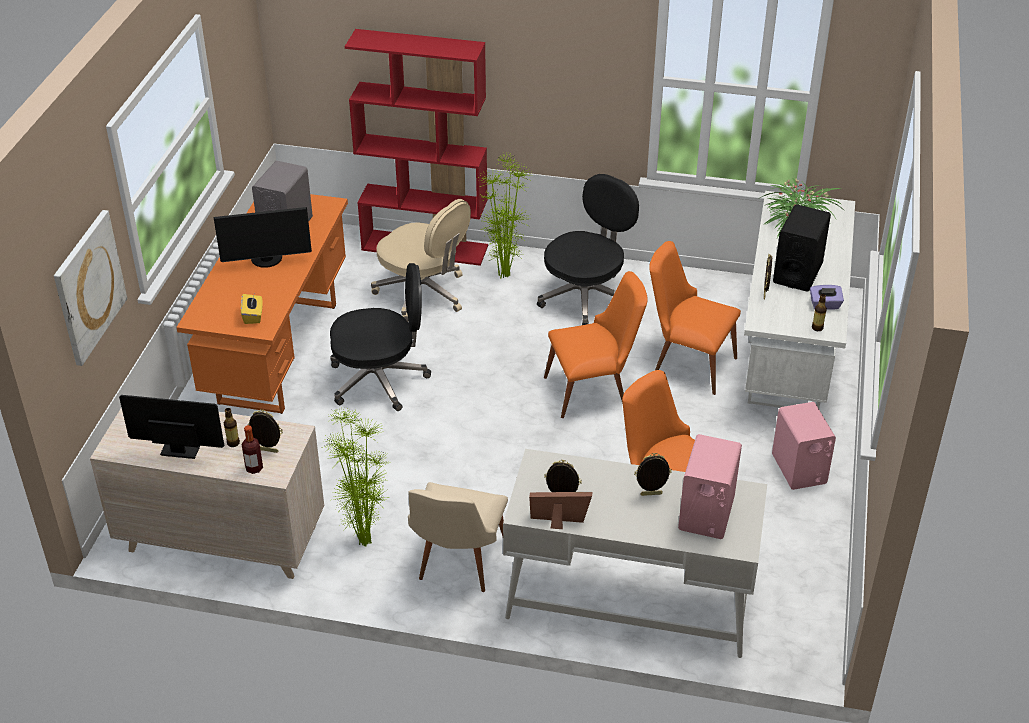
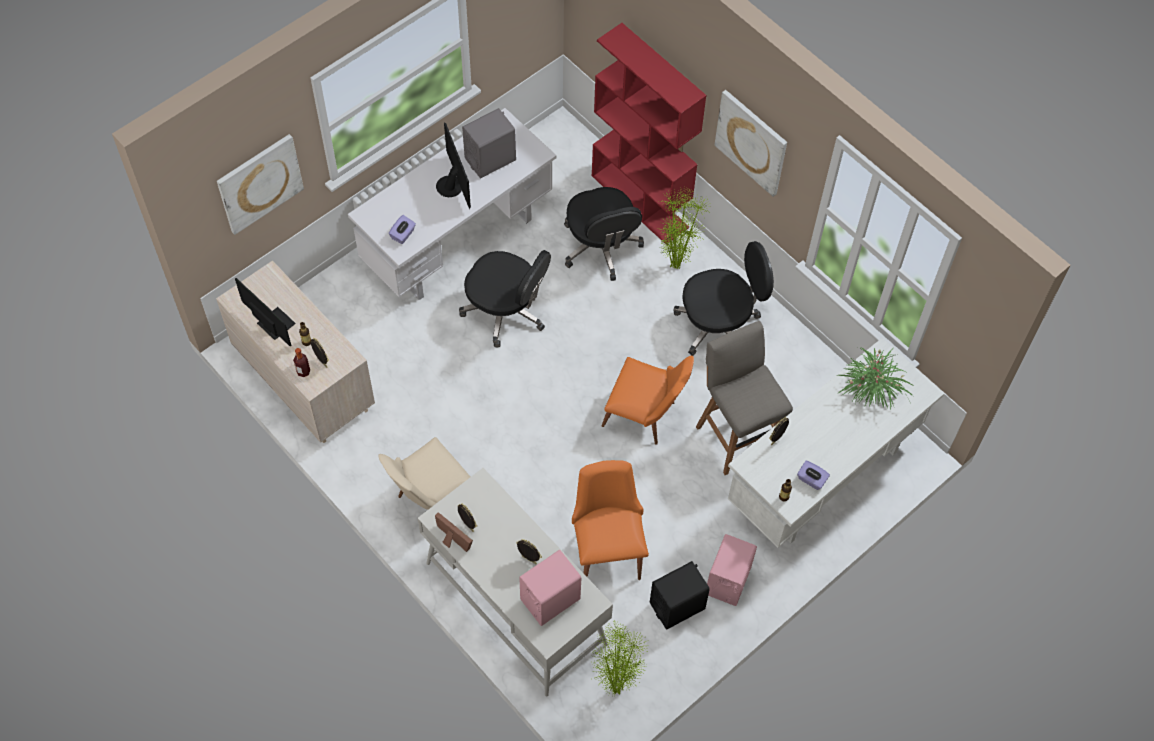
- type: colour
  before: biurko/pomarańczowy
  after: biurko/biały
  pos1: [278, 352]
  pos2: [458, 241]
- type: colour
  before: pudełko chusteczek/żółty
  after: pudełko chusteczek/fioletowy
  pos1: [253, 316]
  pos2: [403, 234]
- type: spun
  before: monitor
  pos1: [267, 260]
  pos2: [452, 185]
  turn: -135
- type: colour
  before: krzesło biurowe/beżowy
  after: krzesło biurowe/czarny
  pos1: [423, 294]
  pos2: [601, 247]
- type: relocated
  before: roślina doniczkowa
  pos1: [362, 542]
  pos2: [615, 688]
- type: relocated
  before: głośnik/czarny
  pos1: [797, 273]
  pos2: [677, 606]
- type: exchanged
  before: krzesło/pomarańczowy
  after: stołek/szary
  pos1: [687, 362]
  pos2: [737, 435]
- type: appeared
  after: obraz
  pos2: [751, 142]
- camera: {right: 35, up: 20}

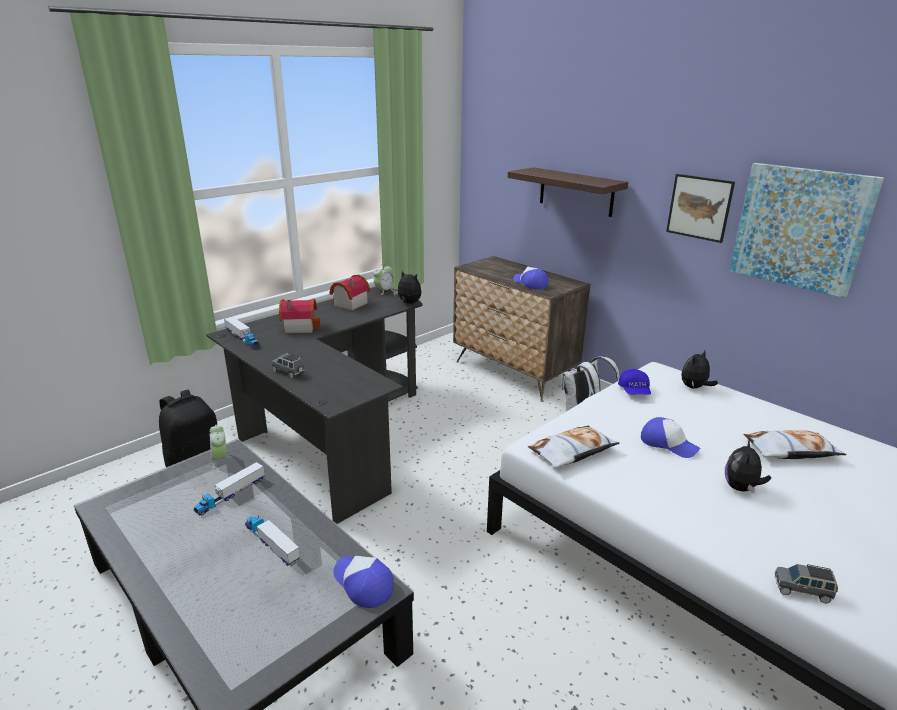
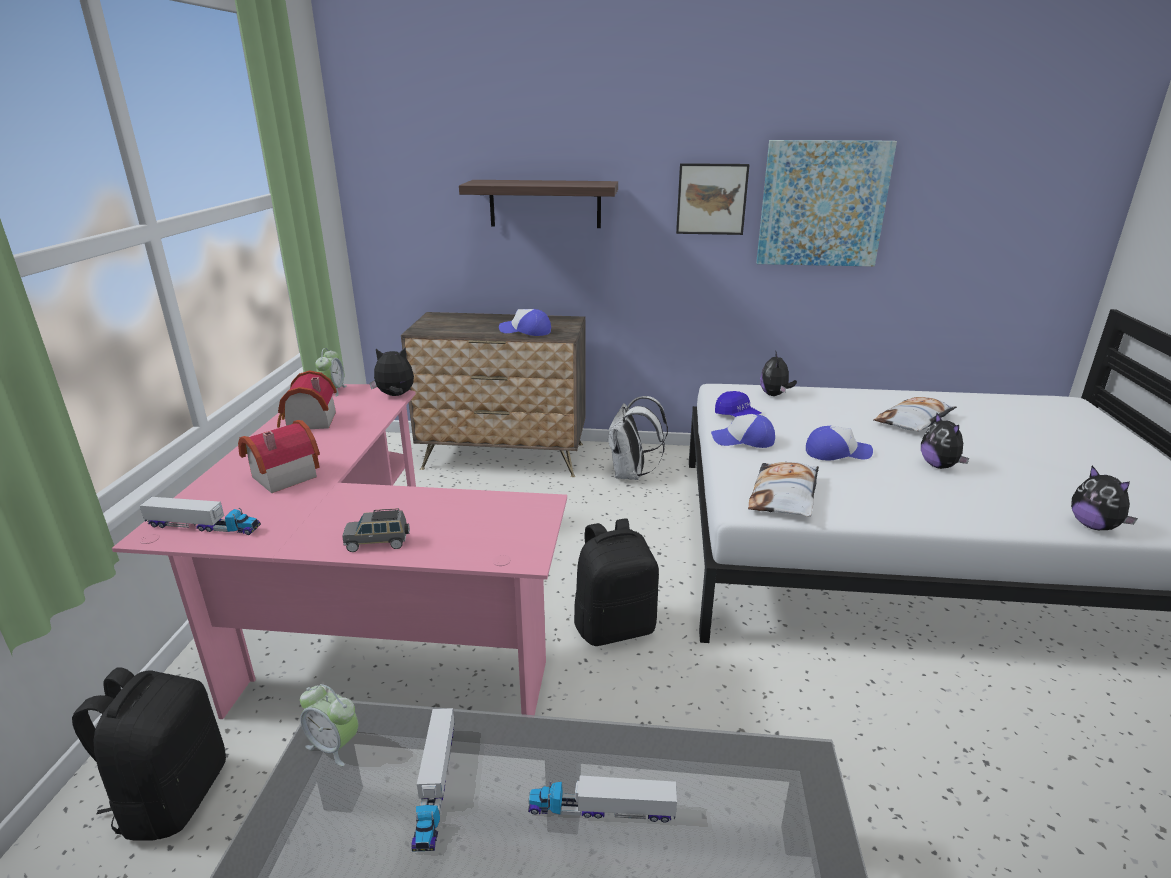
- type: colour
  before: biurko/czarny
  after: biurko/różowy
  pos1: [332, 433]
  pos2: [365, 628]
- type: appeared
  after: plecak/czarny
  pos2: [615, 626]
- type: relocated
  before: czapka z daszkiem
  pos1: [363, 583]
  pos2: [743, 440]
- type: exchanged
  before: samochodzik/szary
  after: pluszak
  pos1: [802, 591]
  pos2: [1094, 526]
- camera: {right: -40, up: 0}

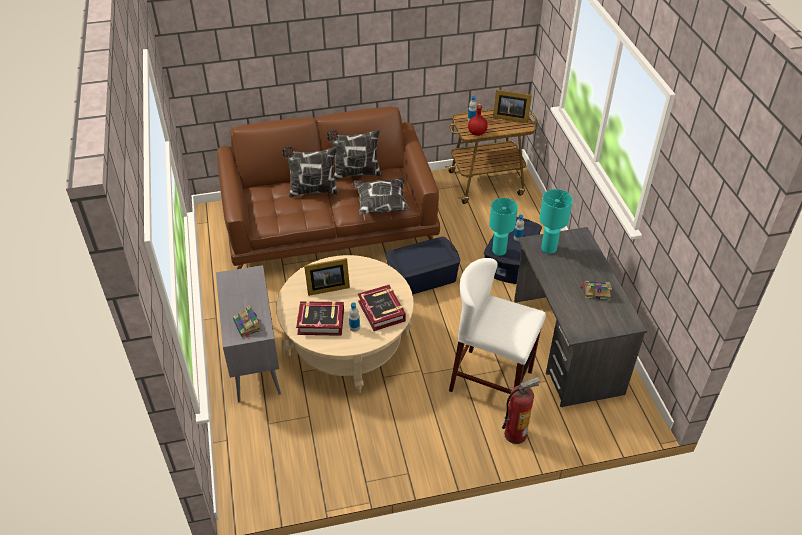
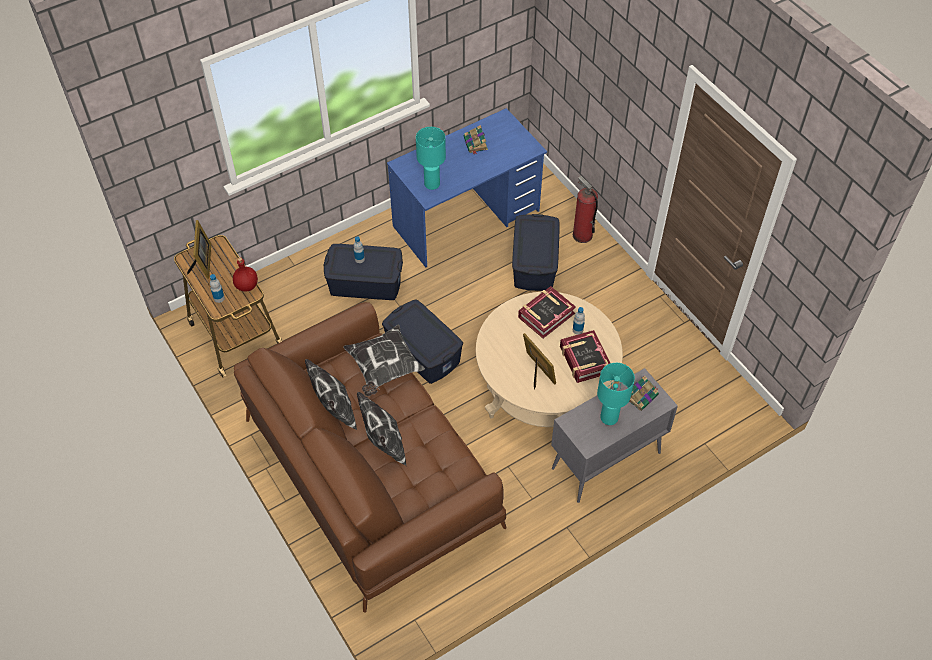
- type: colour
  before: biurko/szary
  after: biurko/niebieski
  pos1: [566, 346]
  pos2: [466, 219]
- type: exchanged
  before: stołek/biały
  after: pojemnik do przechowywania/niebieski
  pos1: [491, 381]
  pos2: [534, 263]
- type: relocated
  before: lampa stołowa/turkusowy
  pos1: [499, 251]
  pos2: [609, 418]
- camera: {right: -110, up: 10}

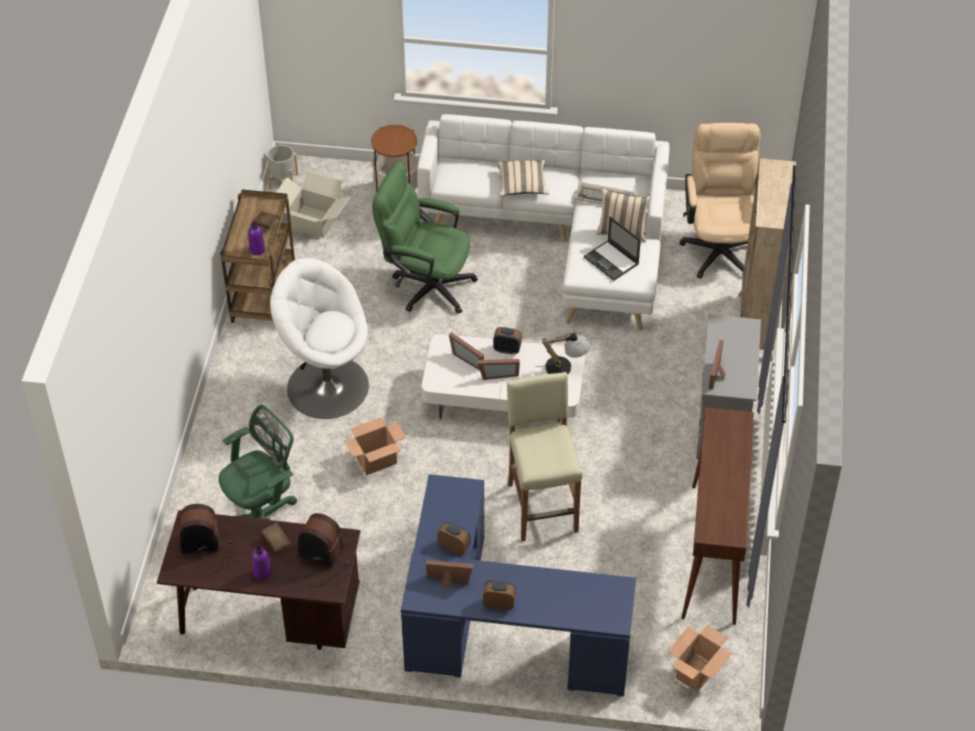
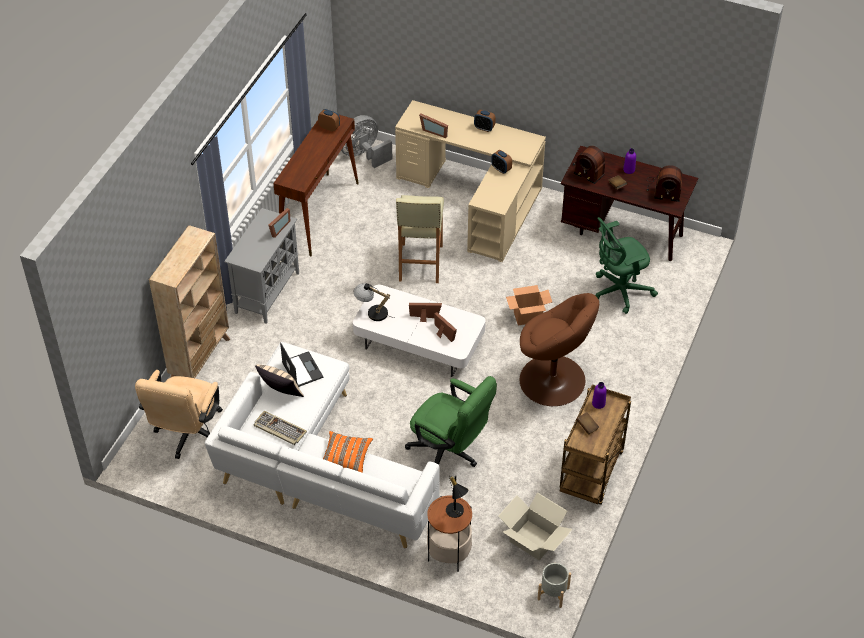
- type: relocated
  before: budzik
  pos1: [507, 350]
  pos2: [329, 127]
- type: colour
  before: poduszka/beżowy
  after: poduszka/pomarańczowy
  pos1: [522, 185]
  pos2: [346, 458]
- type: exchanged
  before: karton
  after: wentylator/szary
  pos1: [696, 672]
  pos2: [363, 155]
- type: colour
  before: biurko/niebieski
  after: biurko/beżowy
  pos1: [496, 631]
  pos2: [477, 198]
- type: relocated
  before: ramka na zdjęcie
  pos1: [449, 583]
  pos2: [434, 131]
- type: appeared
  after: lampa stołowa/czarny
  pos2: [456, 513]
- type: colour
  before: fotel/biały
  after: fotel/brązowy
  pos1: [326, 386]
  pos2: [553, 381]
- camera: {right: -165, up: 0}

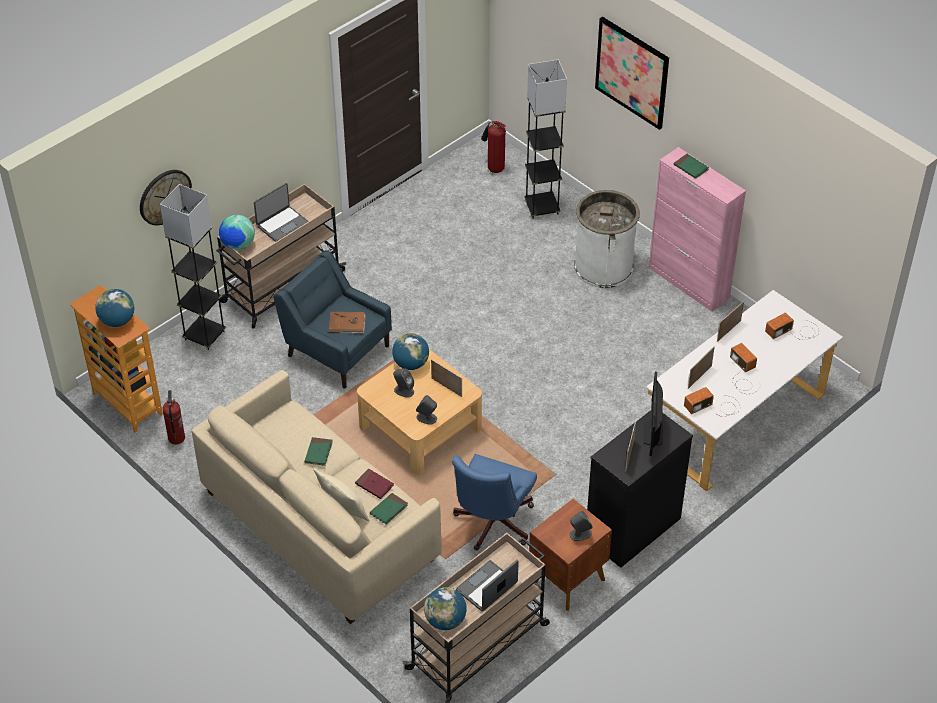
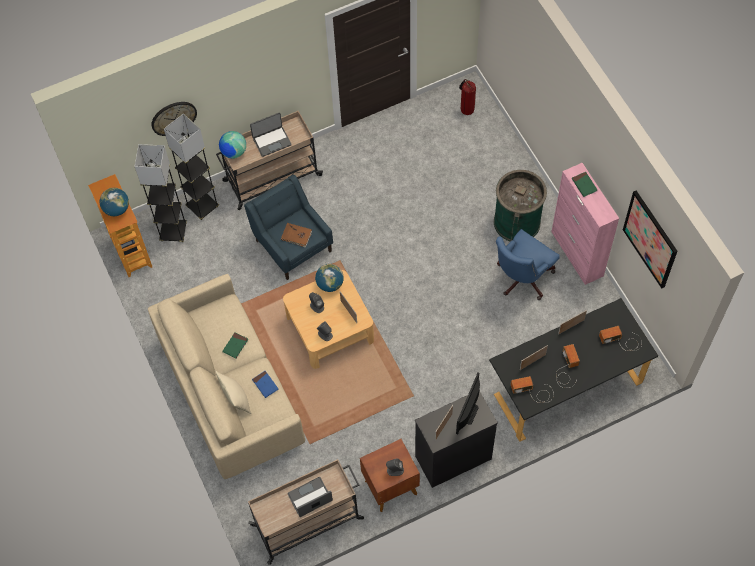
- type: relocated
  before: lampa stojąca/szary
  pos1: [542, 207]
  pos2: [173, 232]
- type: colour
  before: książka/czerwony
  after: książka/niebieski
  pos1: [374, 485]
  pos2: [265, 384]
- type: colour
  before: biurko/biały
  after: biurko/czarny
  pos1: [736, 418]
  pos2: [566, 385]
- type: colour
  before: kosz na śmieci/biały
  after: kosz na śmieci/zielony
  pos1: [603, 266]
  pos2: [517, 222]
- type: relocated
  before: krzesło biurowe/niebieski
  pos1: [491, 525]
  pos2: [521, 279]
- type: relocated
  before: obraz
  pos1: [632, 72]
  pos2: [650, 239]
- type: missing
  before: gaśnica
  pos1: [176, 438]
- type: missing
  before: książka/zielony
  pos1: [389, 510]
- type: missing
  before: globus
  pos1: [445, 620]
- camera: {right: 20, up: 15}

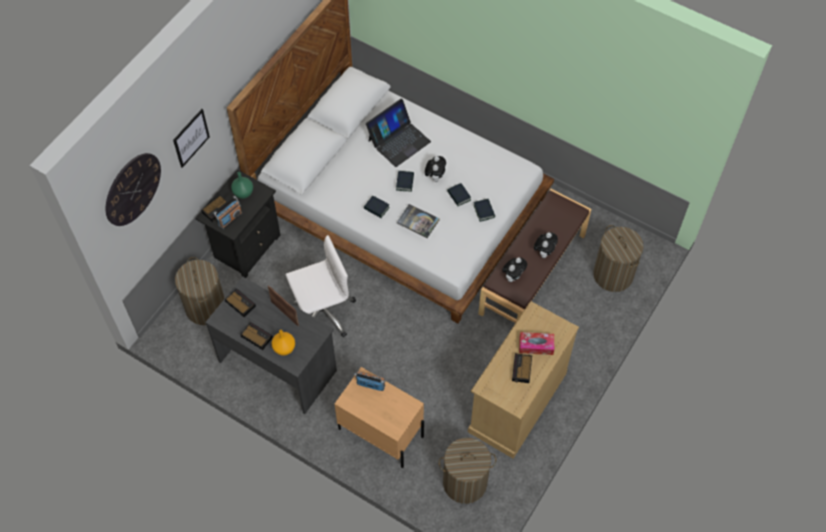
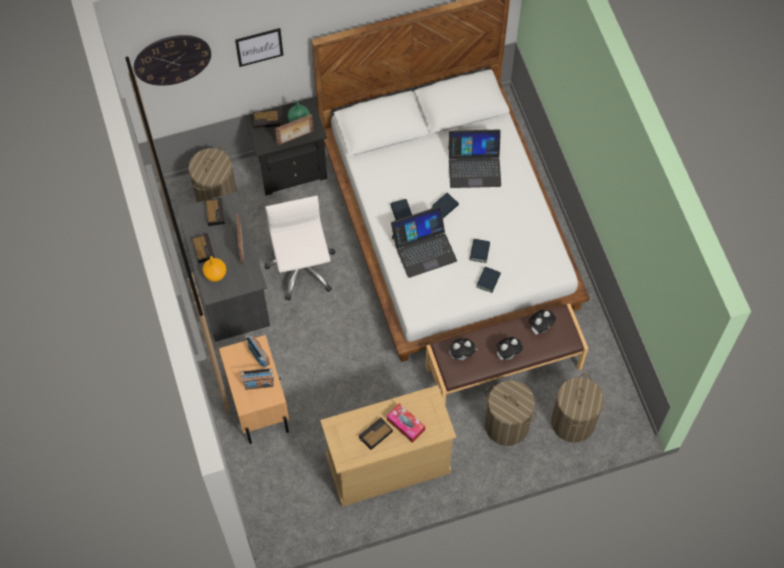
- type: relocated
  before: radio
  pos1: [230, 219]
  pos2: [259, 384]
- type: spun
  before: krzesło biurowe/biały
  pos1: [322, 312]
  pos2: [301, 269]
  turn: -120
- type: appeared
  after: ramka na zdjęcie
  pos2: [295, 138]
- type: exchanged
  before: książka
  after: laptop
  pos1: [418, 221]
  pos2: [424, 248]
- type: relocated
  before: kosz na pranie
  pos1: [464, 482]
  pos2: [506, 425]
- type: relocated
  before: pluszak
  pos1: [435, 177]
  pos2: [540, 328]
- camera: {right: 40, up: 5}

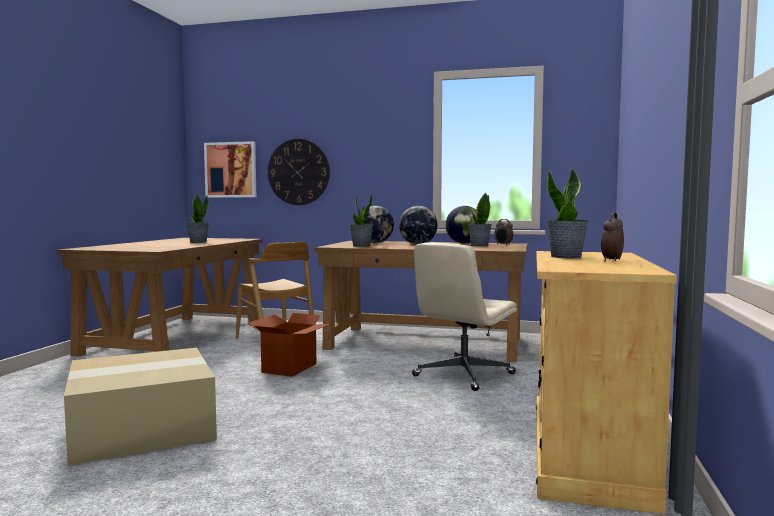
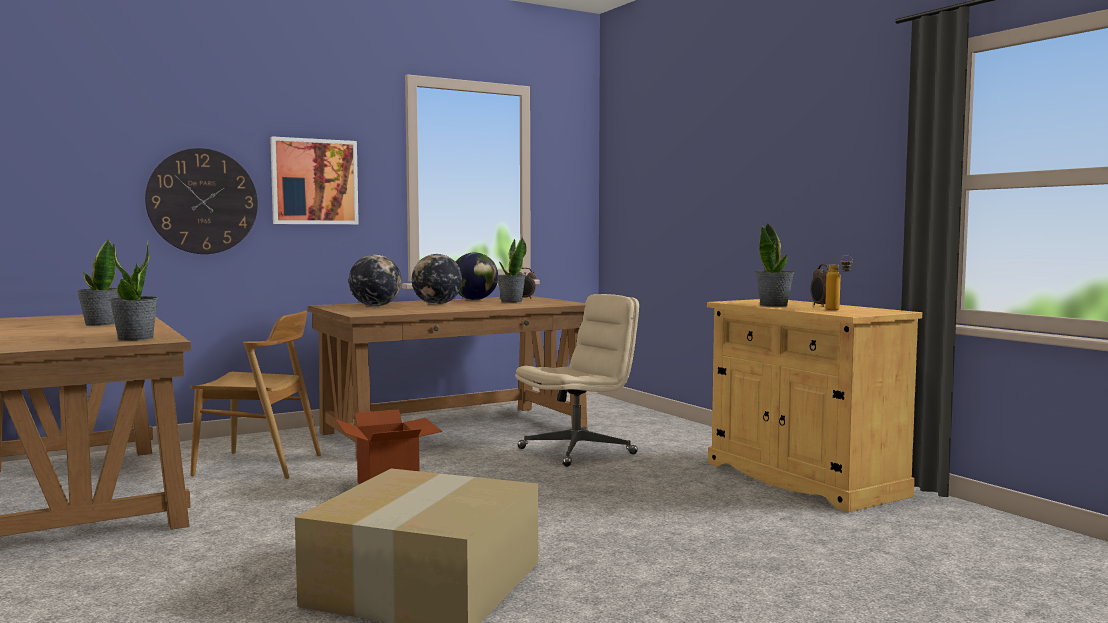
- type: relocated
  before: roślina doniczkowa
  pos1: [361, 246]
  pos2: [136, 338]
- type: relocated
  before: obraz
  pos1: [231, 170]
  pos2: [314, 182]
- type: spun
  before: krzesło biurowe/beżowy
  pos1: [463, 375]
  pos2: [578, 451]
  turn: -120
- type: appeared
  after: butelka
  pos2: [838, 310]
- camera: {right: -45, up: 0}

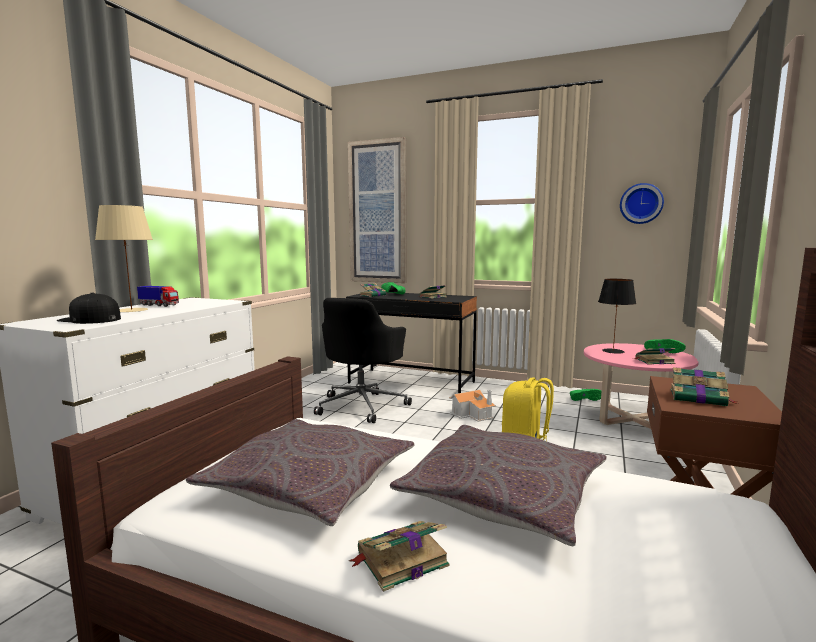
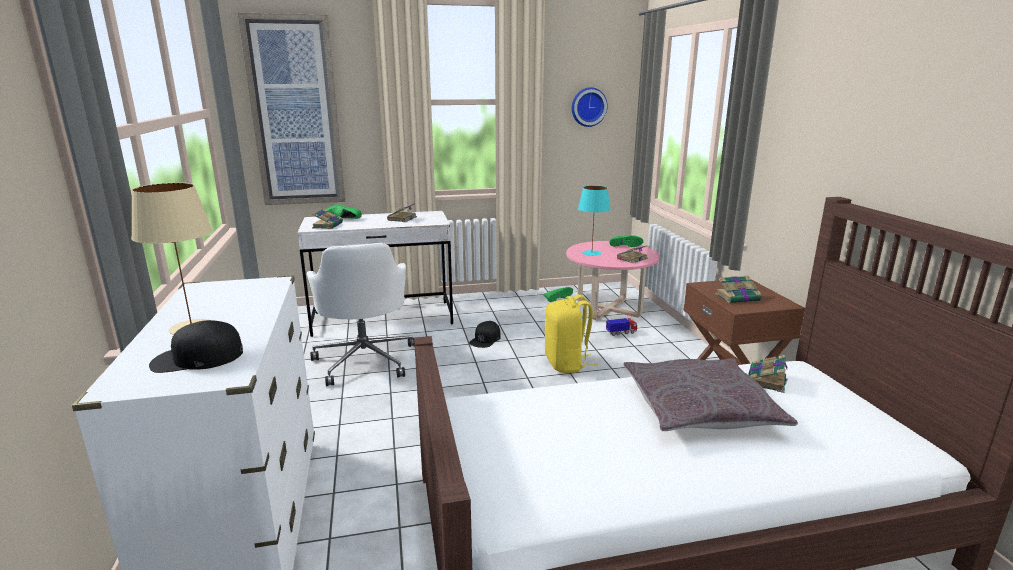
- type: colour
  before: biurko/czarny
  after: biurko/biały
  pos1: [411, 383]
  pos2: [383, 318]
- type: colour
  before: krzesło biurowe/czarny
  after: krzesło biurowe/biały
  pos1: [362, 405]
  pos2: [365, 360]
- type: exchanged
  before: domek
  after: czapka z daszkiem/czarny
  pos1: [473, 414]
  pos2: [485, 339]
- type: colour
  before: lampa stołowa/czarny
  after: lampa stołowa/turkusowy
  pos1: [613, 351]
  pos2: [592, 253]
- type: relocated
  before: ciężarówka zabawkowa
  pos1: [159, 305]
  pos2: [621, 333]
- type: relocated
  before: książka
  pos1: [400, 560]
  pos2: [766, 380]
- type: missing
  before: poduszka/szary
  pos1: [310, 484]
- camera: {right: -35, up: 10}

